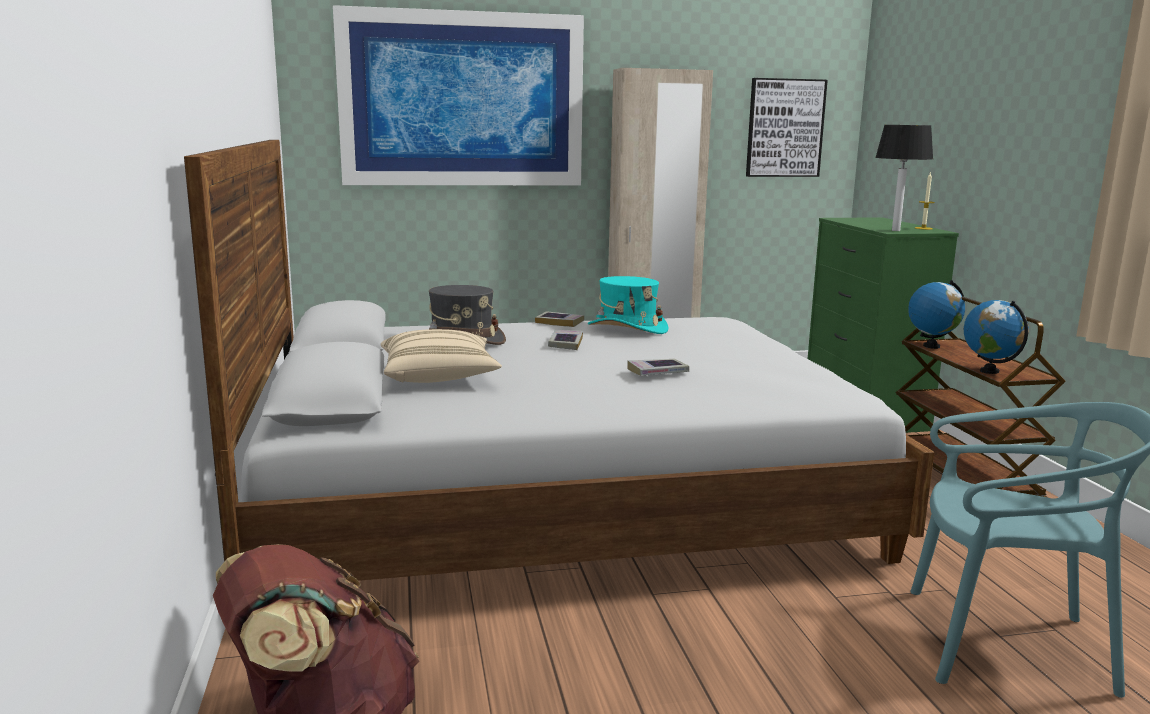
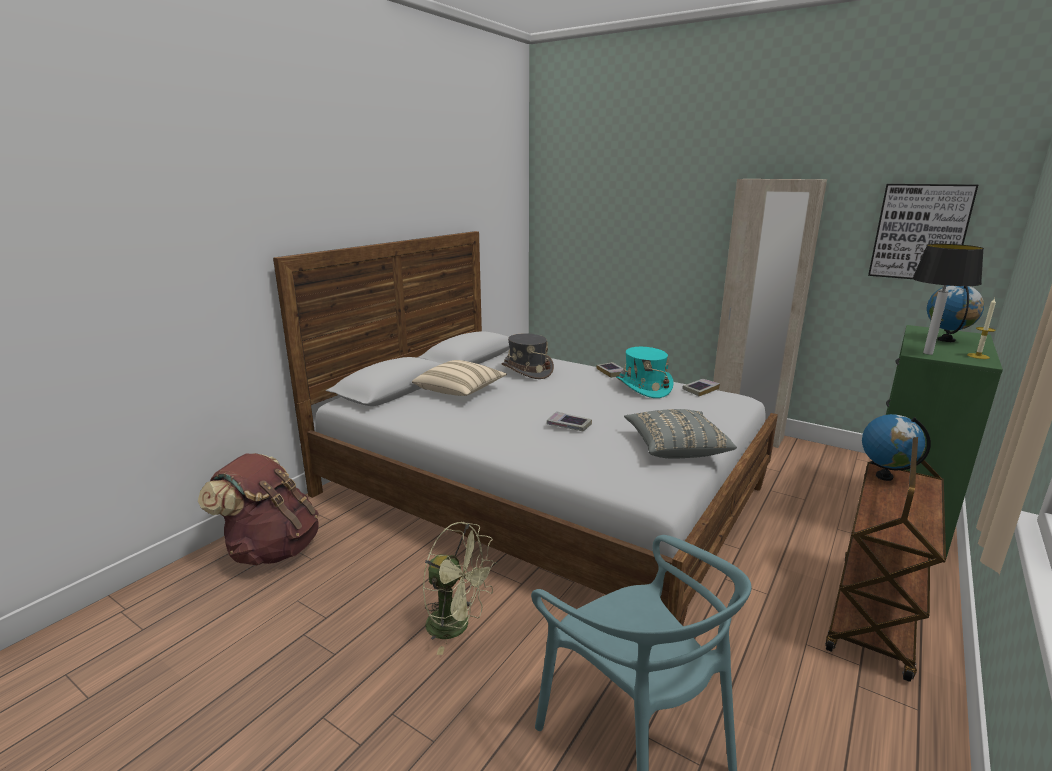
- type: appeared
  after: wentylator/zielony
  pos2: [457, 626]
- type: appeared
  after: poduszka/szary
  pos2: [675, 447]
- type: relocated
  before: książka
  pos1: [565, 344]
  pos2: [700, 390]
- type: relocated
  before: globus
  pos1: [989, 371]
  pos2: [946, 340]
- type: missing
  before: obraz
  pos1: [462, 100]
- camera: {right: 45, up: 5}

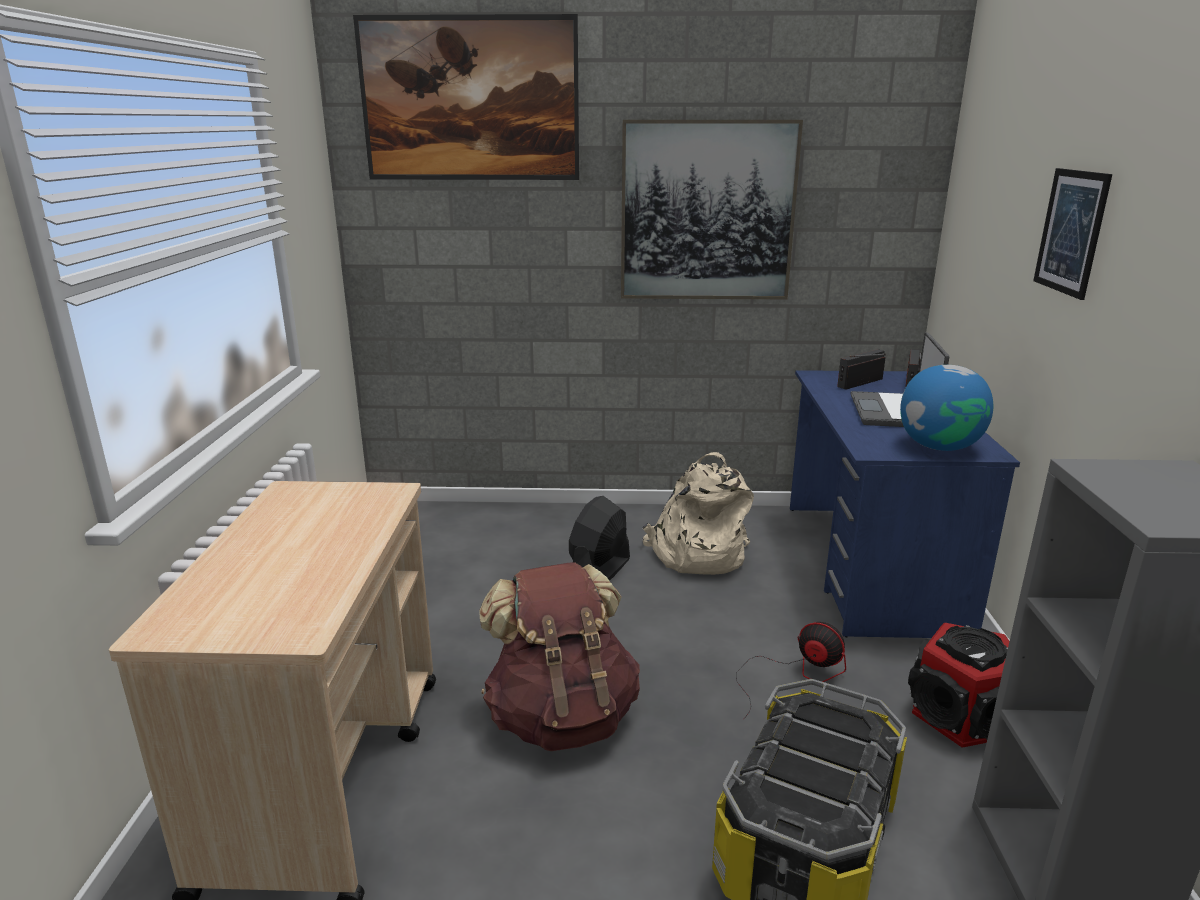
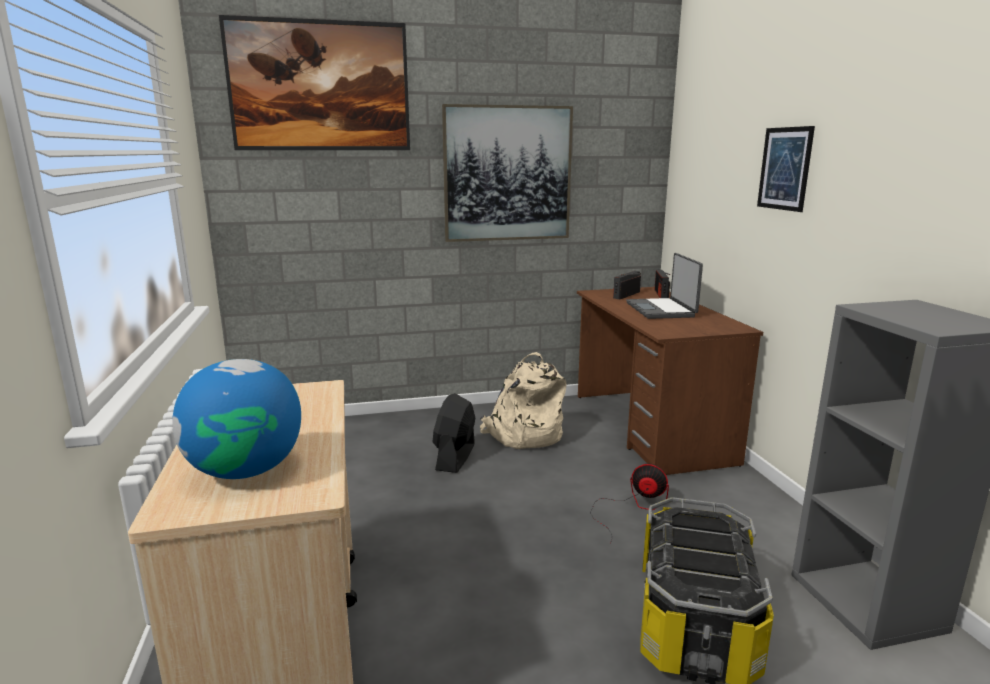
- type: relocated
  before: globus
  pos1: [939, 447]
  pos2: [246, 470]
- type: colour
  before: biurko/niebieski
  after: biurko/brązowy
  pos1: [870, 565]
  pos2: [650, 428]
- type: missing
  before: plecak/brązowy
  pos1: [561, 717]
- type: missing
  before: głośnik
  pos1: [963, 717]
- camera: {right: -15, up: -5}

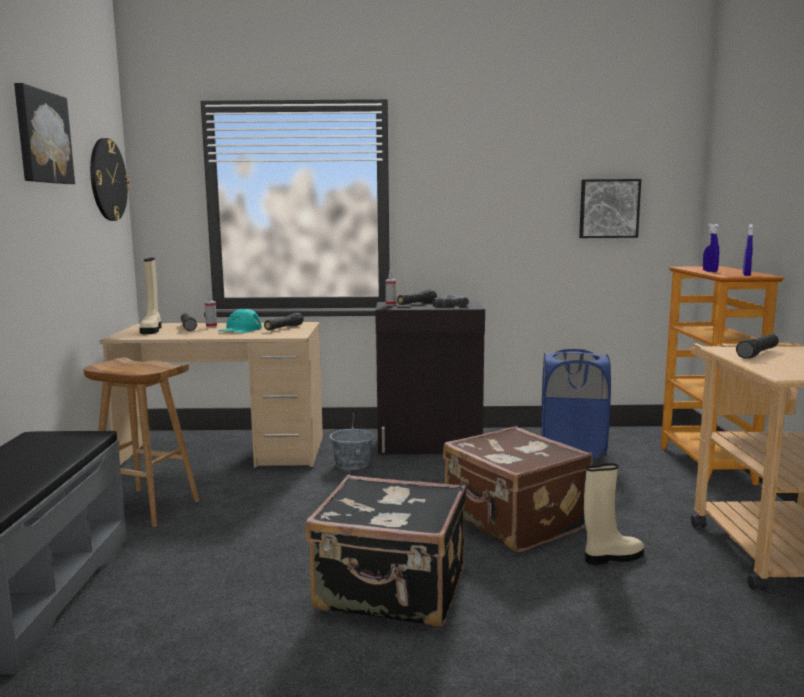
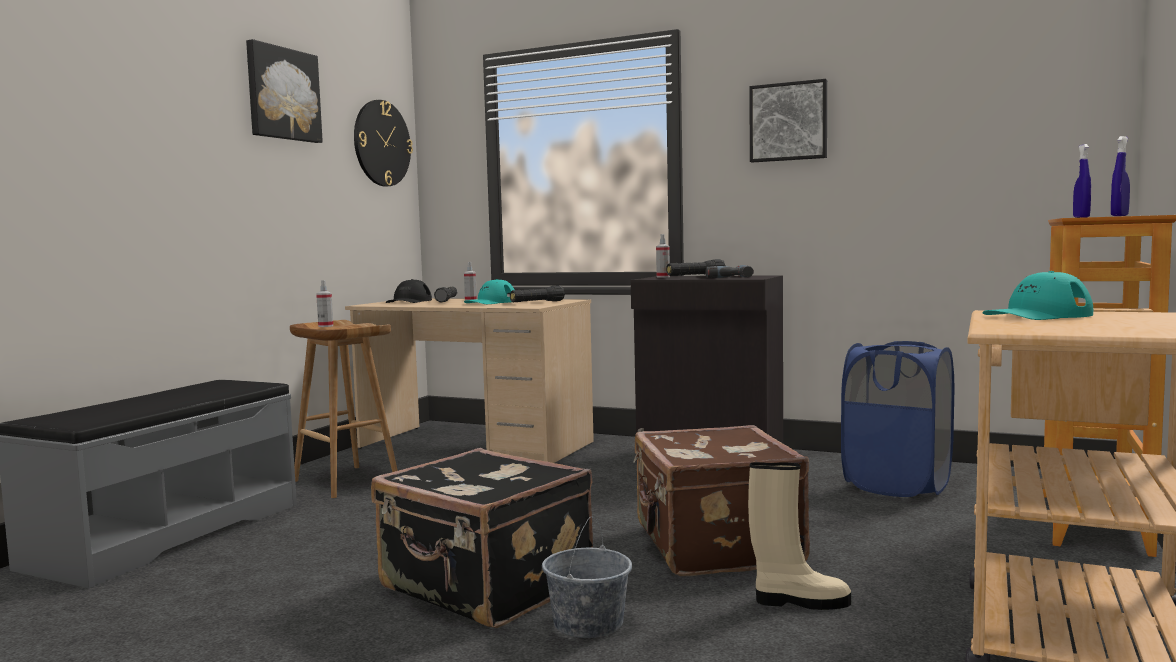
- type: appeared
  after: spryskiwacz
  pos2: [325, 326]
- type: exchanged
  before: but z cholewką/beżowy
  after: czapka z daszkiem/czarny
  pos1: [152, 330]
  pos2: [409, 301]
- type: relocated
  before: wiadro/szary
  pos1: [352, 464]
  pos2: [588, 623]
- type: relocated
  before: obraz
  pos1: [608, 208]
  pos2: [788, 122]
- type: exchanged
  before: latarka/czarny
  after: czapka z daszkiem/turkusowy
  pos1: [758, 354]
  pos2: [1037, 315]
- camera: {right: 25, up: -5}

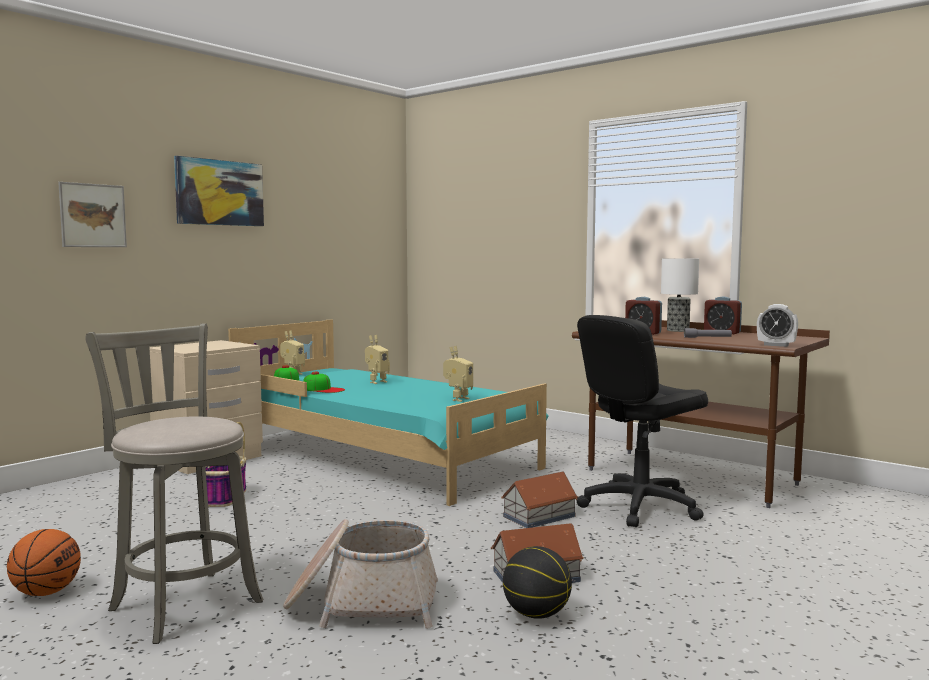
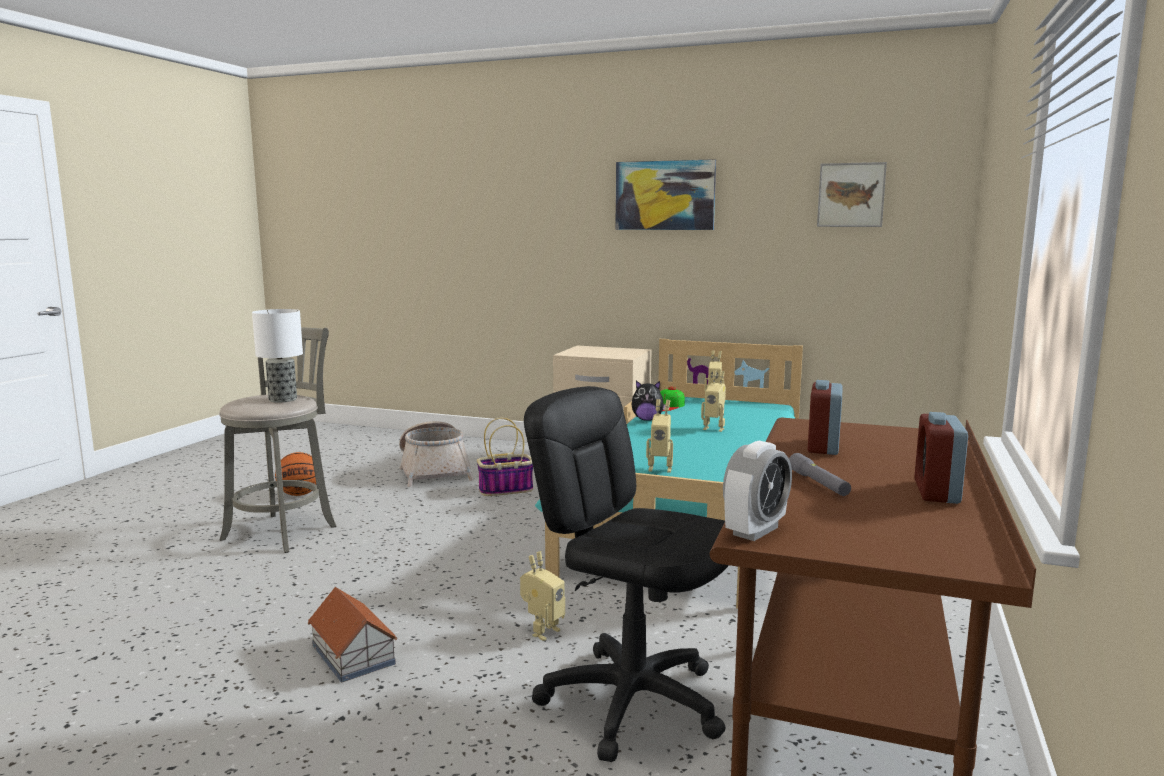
- type: relocated
  before: lampa stołowa
  pos1: [678, 330]
  pos2: [282, 399]
- type: relocated
  before: koszyk
  pos1: [363, 603]
  pos2: [434, 471]
- type: exchanged
  before: domek
  after: robot zabawkowy
  pos1: [538, 516]
  pos2: [542, 631]
- type: exchanged
  before: czapka z daszkiem
  after: pluszak
  pos1: [323, 389]
  pos2: [647, 419]
- type: spun
  before: budzik
  pos1: [776, 345]
  pos2: [755, 531]
  turn: -150
- type: relocated
  before: obraz
  pos1: [93, 215]
  pos2: [851, 195]
- type: missing
  before: piłka do koszykówki
  pos1: [536, 614]
- camera: {right: 70, up: 5}

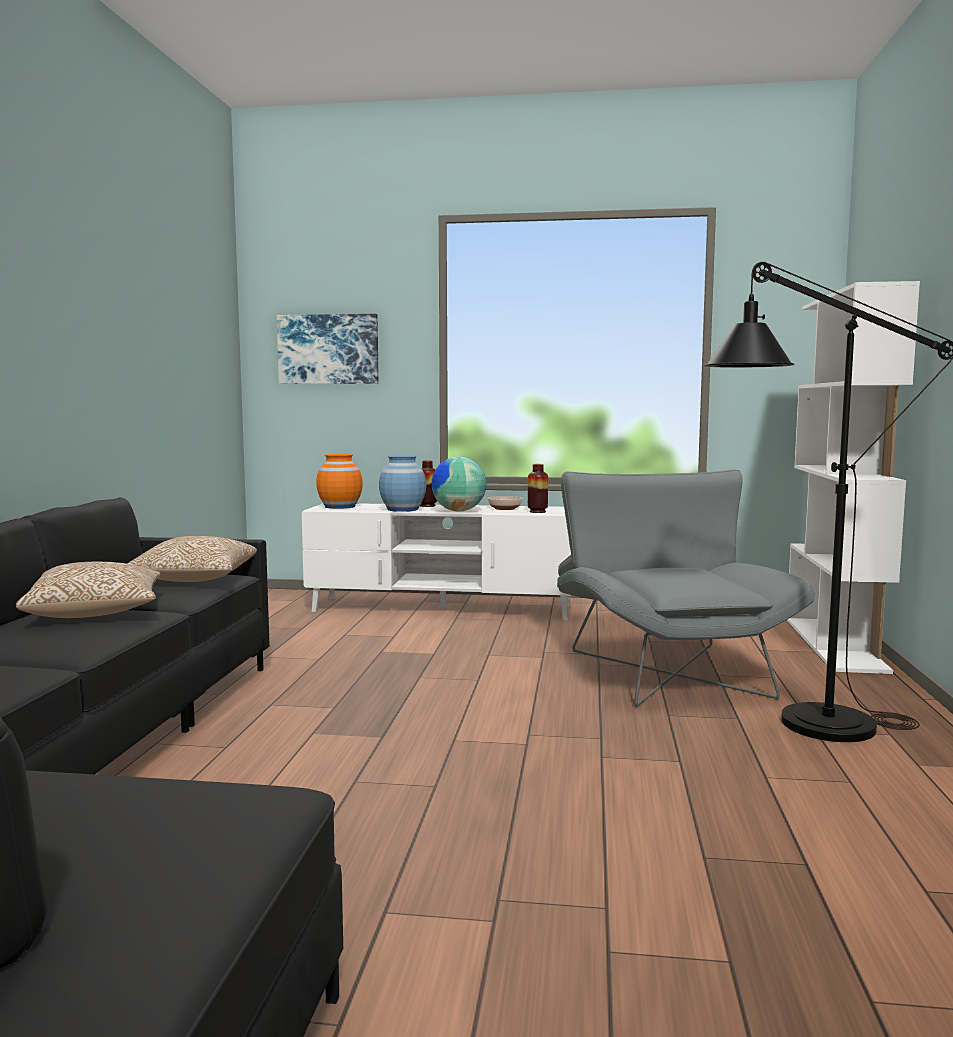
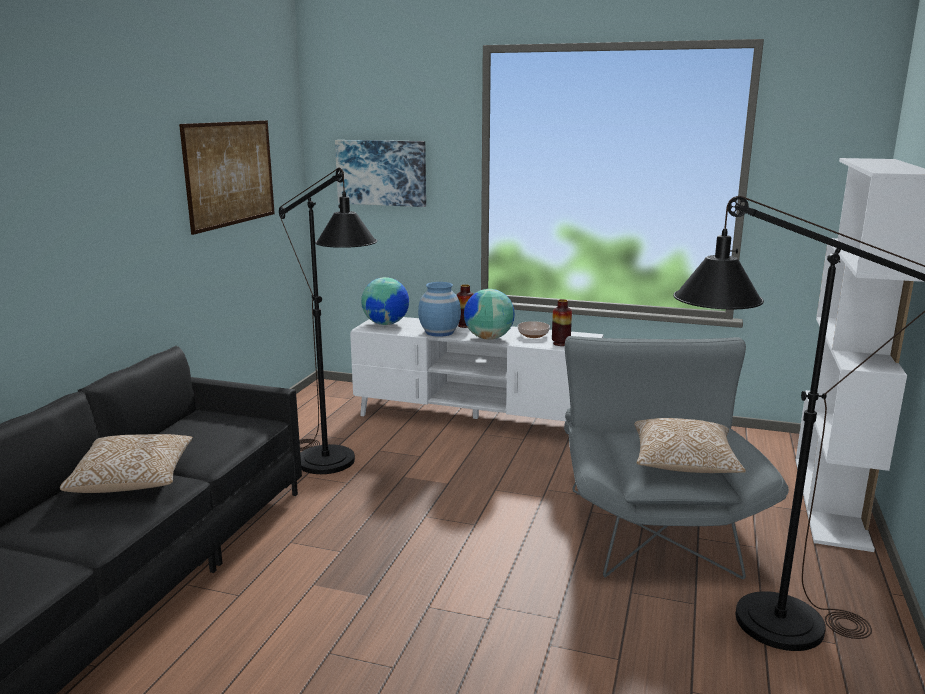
- type: appeared
  after: obraz
  pos2: [230, 173]
- type: appeared
  after: lampa stojąca/czarny
  pos2: [333, 467]
- type: exchanged
  before: wazon/pomarańczowy
  after: globus
  pos1: [339, 507]
  pos2: [386, 324]
- type: relocated
  before: poduszka
  pos1: [194, 580]
  pos2: [683, 464]
- camera: {right: 10, up: 10}

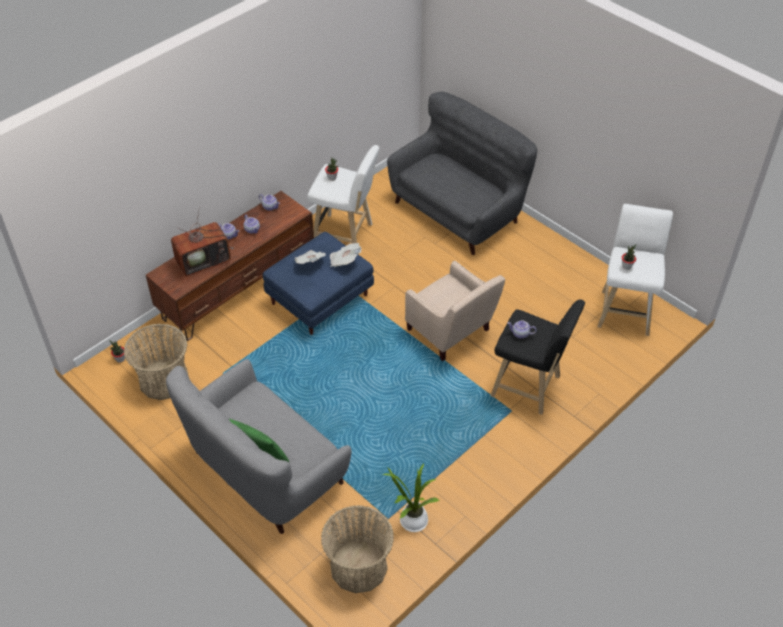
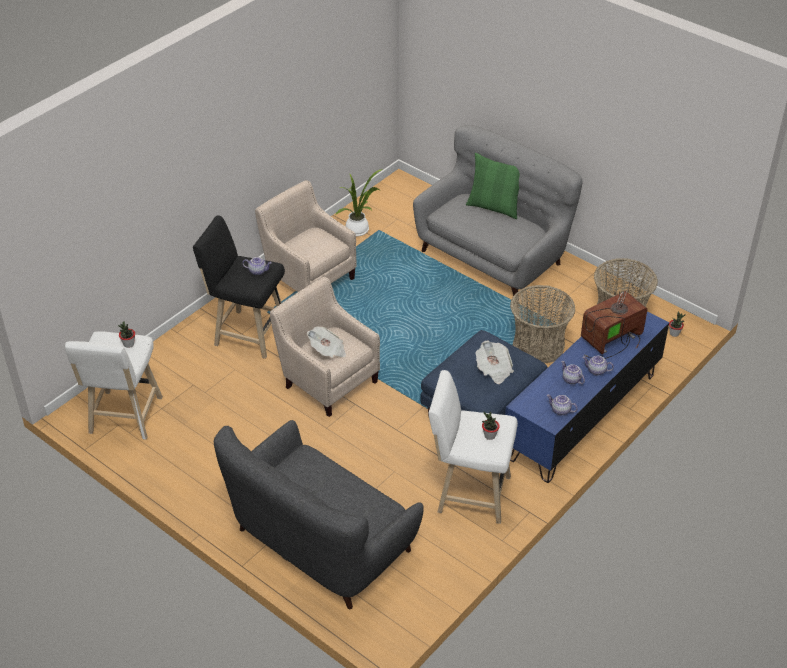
- type: appeared
  after: fotel/beżowy
  pos2: [309, 277]
- type: relocated
  before: gazeta
  pos1: [344, 261]
  pos2: [328, 350]
- type: colour
  before: szafka pod telewizor/brązowy
  after: szafka pod telewizor/niebieski
  pos1: [238, 287]
  pos2: [582, 416]
- type: relocated
  before: koszyk
  pos1: [358, 566]
  pos2: [538, 345]
- camera: {right: 175, up: -5}

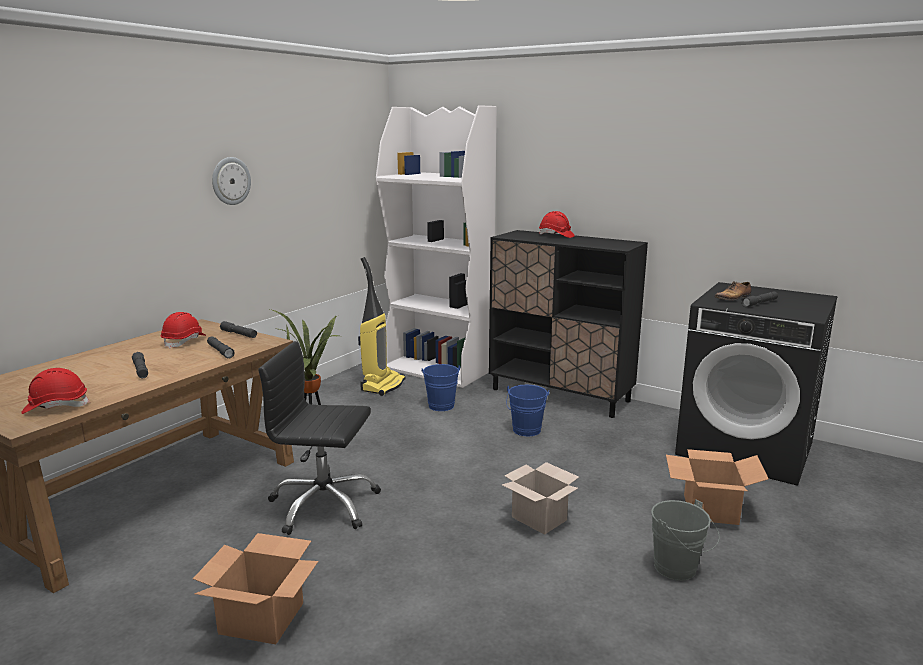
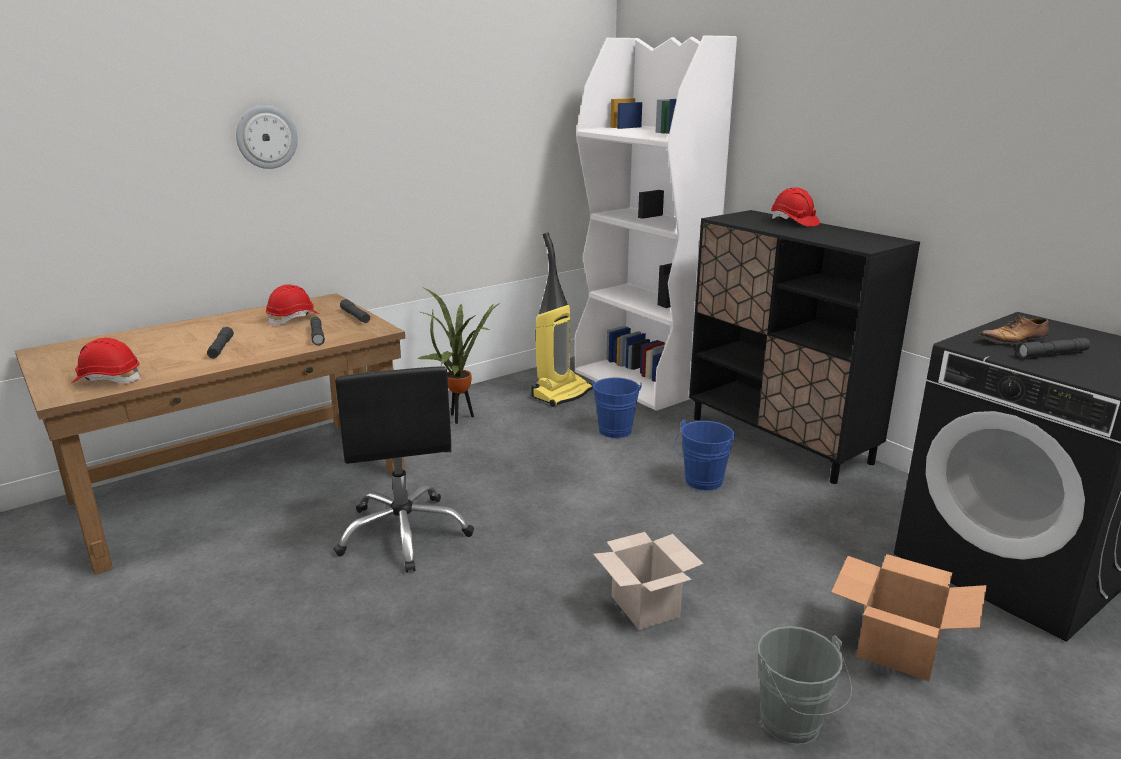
- type: relocated
  before: zegar ścienny
  pos1: [230, 181]
  pos2: [266, 137]
- type: spun
  before: krzesło biurowe/czarny
  pos1: [323, 505]
  pos2: [404, 533]
  turn: -135
- type: missing
  before: karton
  pos1: [260, 618]
- camera: {right: 20, up: 5}

